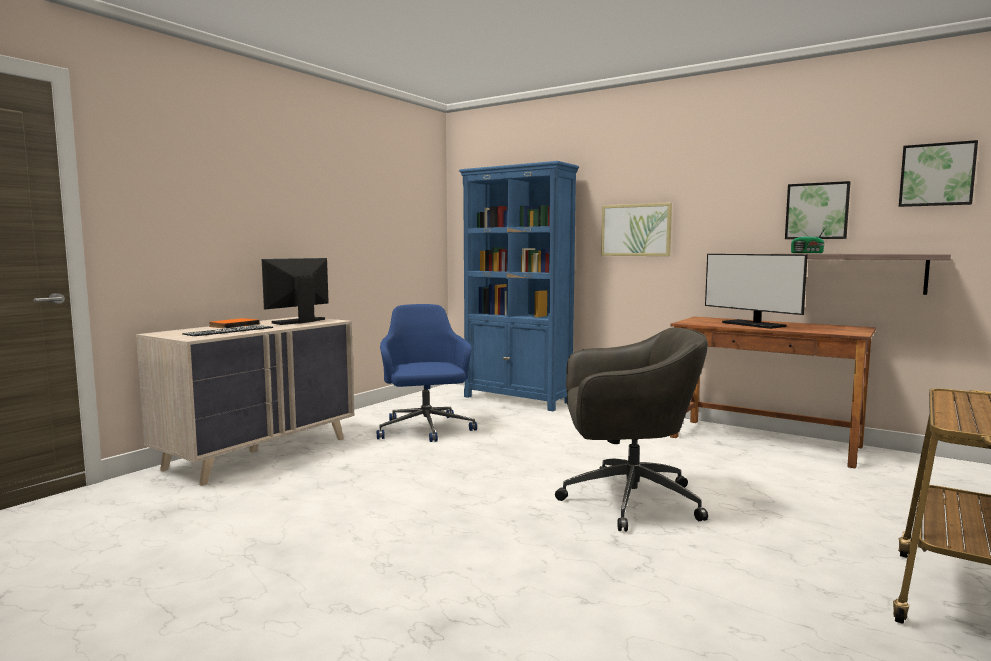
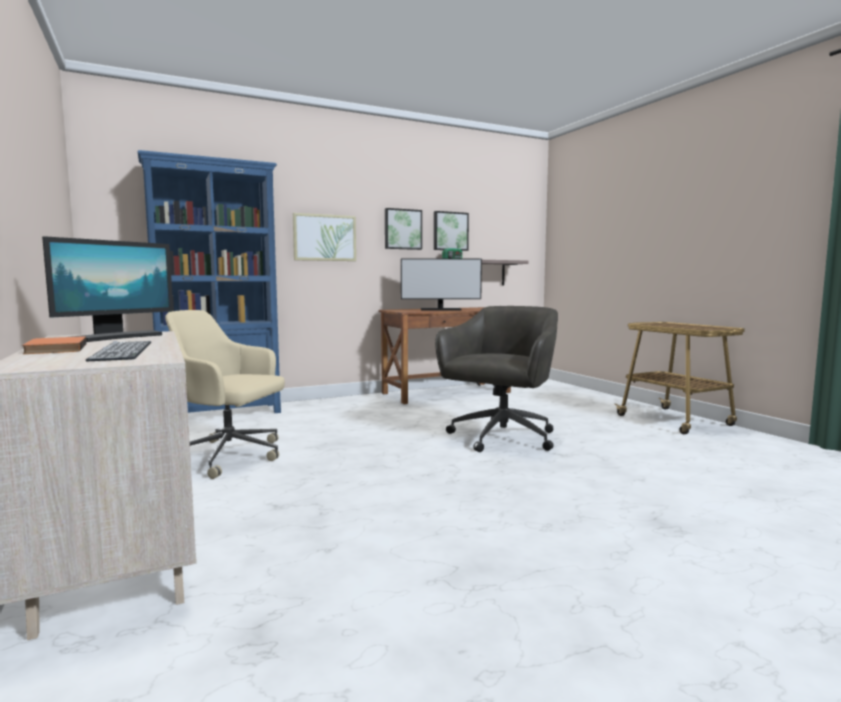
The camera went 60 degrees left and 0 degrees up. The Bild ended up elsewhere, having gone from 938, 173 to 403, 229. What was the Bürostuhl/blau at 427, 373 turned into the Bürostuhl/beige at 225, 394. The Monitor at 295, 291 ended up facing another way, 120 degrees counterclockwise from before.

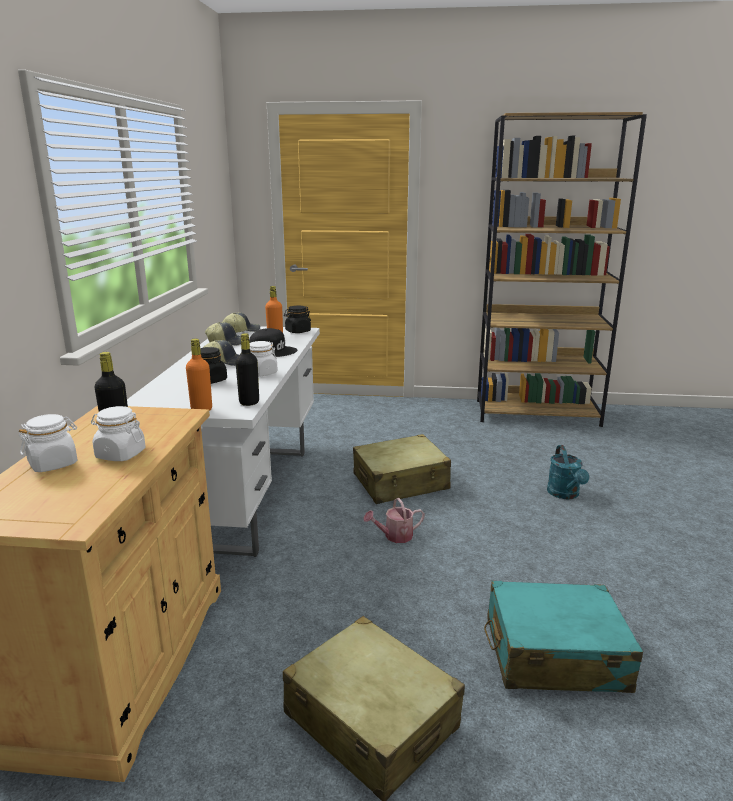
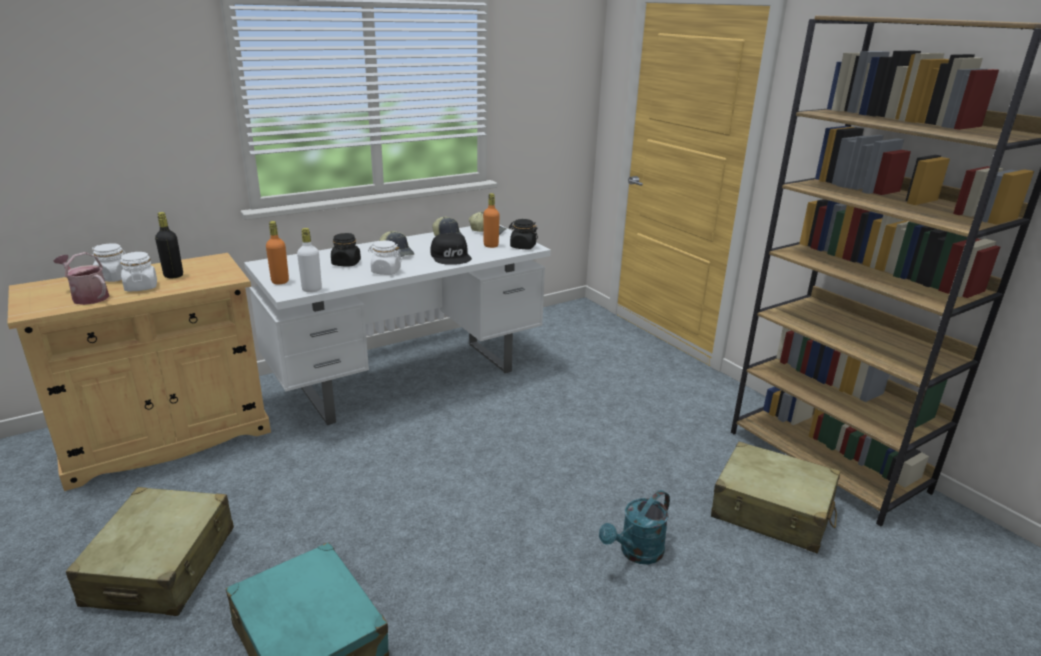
The camera went 50 degrees right and 5 degrees up. The Koffer/beige ended up elsewhere, having gone from 402, 469 to 775, 497. The Gießkanne ended up elsewhere, having gone from 394, 520 to 81, 278. What was the Flasche/schwarz at 247, 369 turned into the Flasche/weiß at 309, 260.

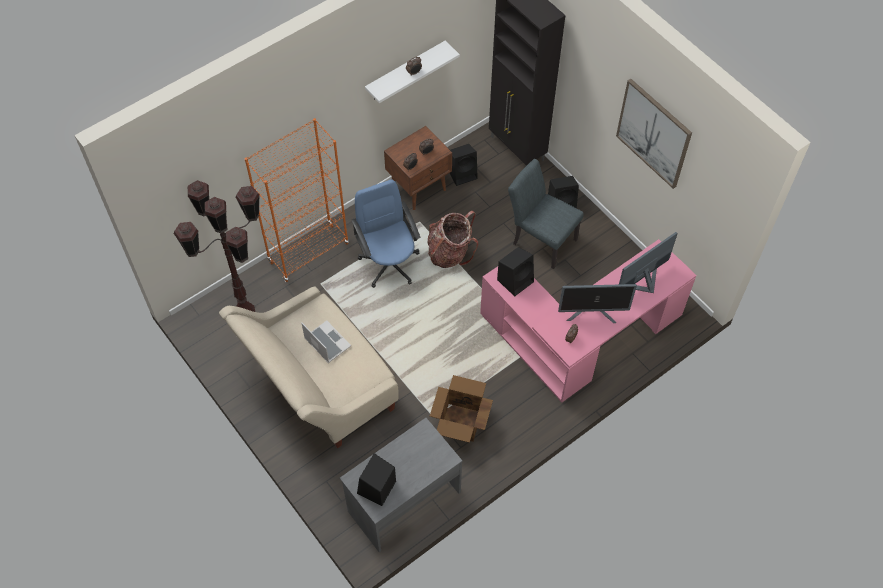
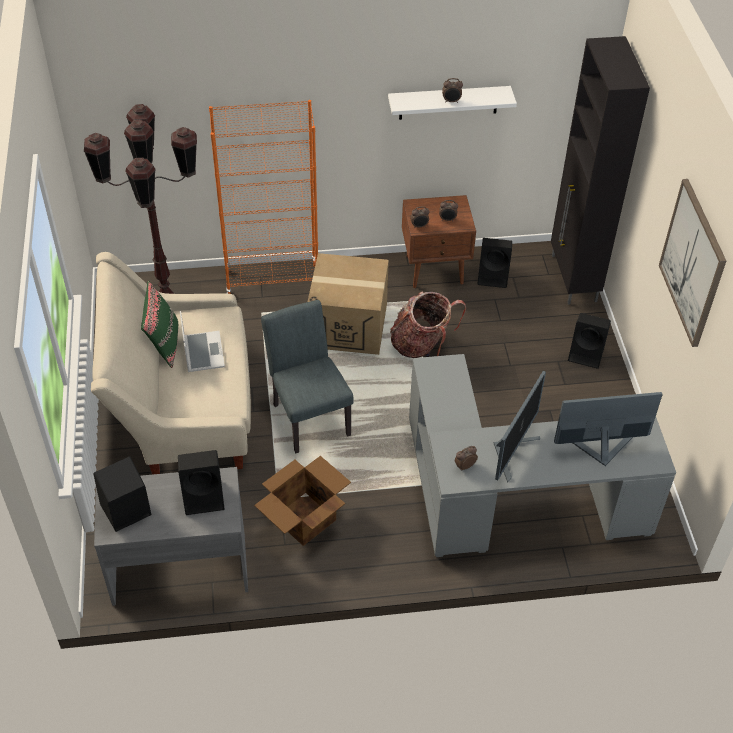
The camera went 30 degrees right and 10 degrees down. The second view gained the Kissen/grün at 159, 324. The Lautsprecher/schwarz ended up elsewhere, having gone from 515, 272 to 201, 482. The Stuhl/grau ended up elsewhere, having gone from 546, 214 to 307, 377. Where the Bürostuhl/blau stood at 385, 234, the Karton came to stand at 348, 304. What was the Schreibtisch/rosa at 588, 321 turned into the Schreibtisch/grau at 542, 455. The Monitor at 597, 303 ended up facing another way, 90 degrees counterclockwise from before.

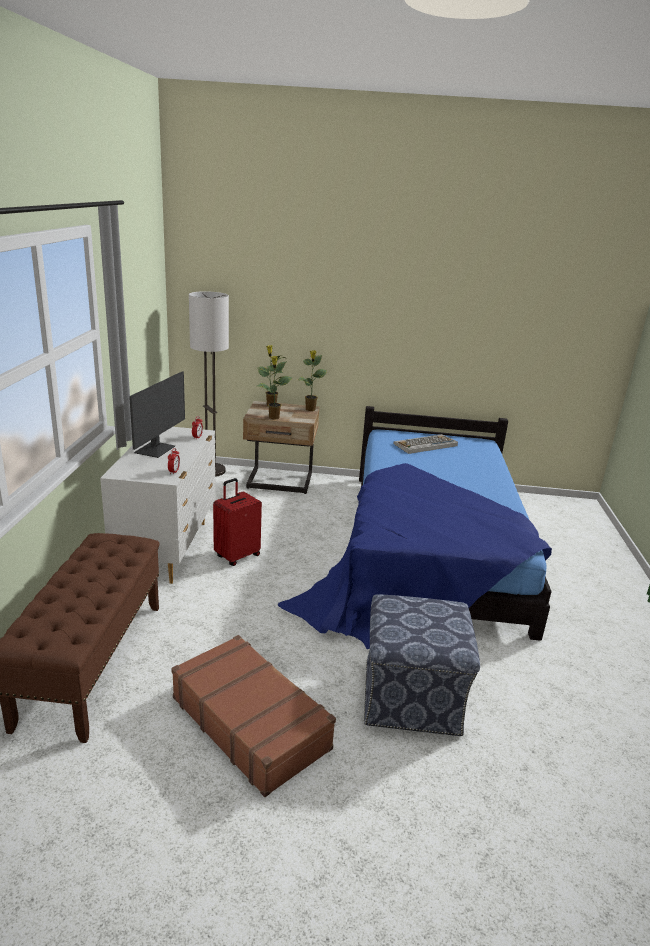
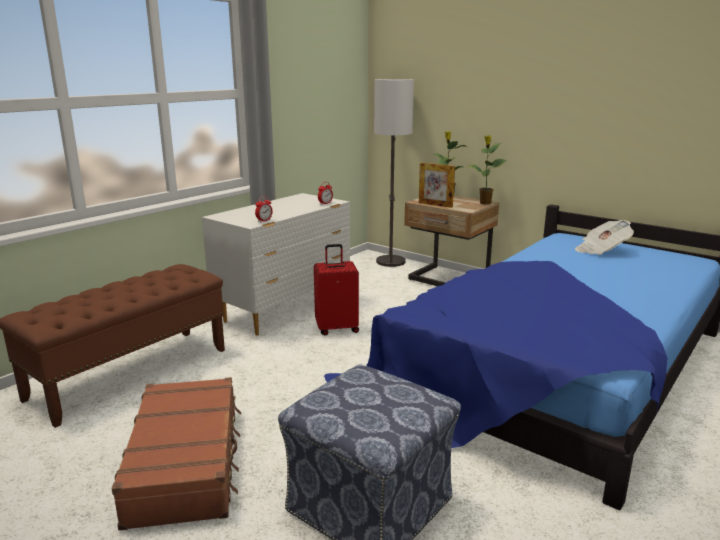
The camera went 35 degrees right and 5 degrees down. The second view lost the Monitor at 157, 414. Where the Topfpflanze stood at 275, 388, the Bilderrahmen came to stand at 437, 185. Where the Tastatur stood at 425, 444, the Zeitung came to stand at 604, 237.

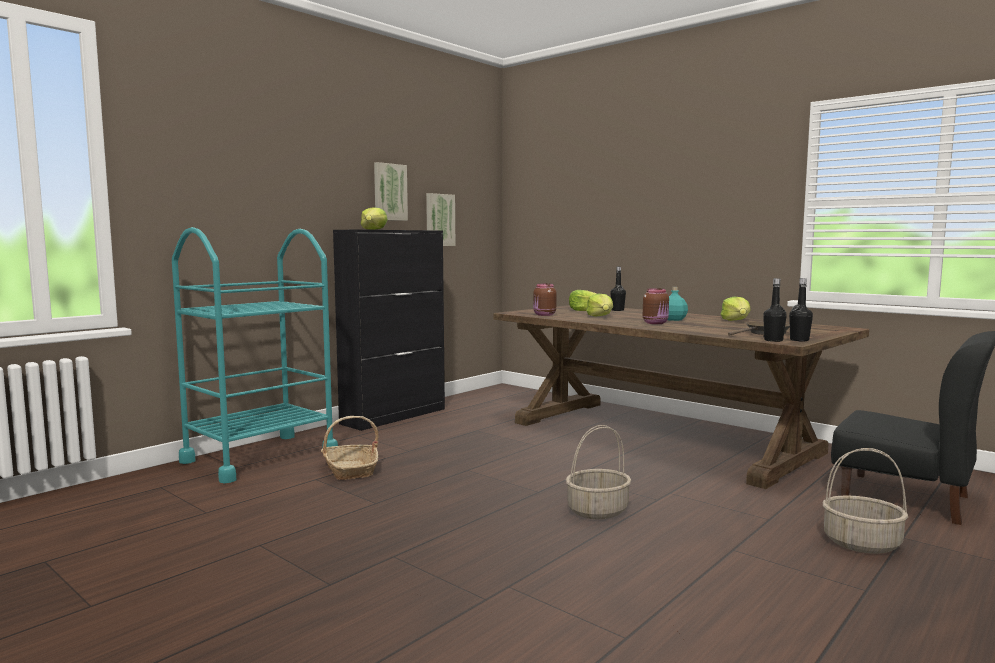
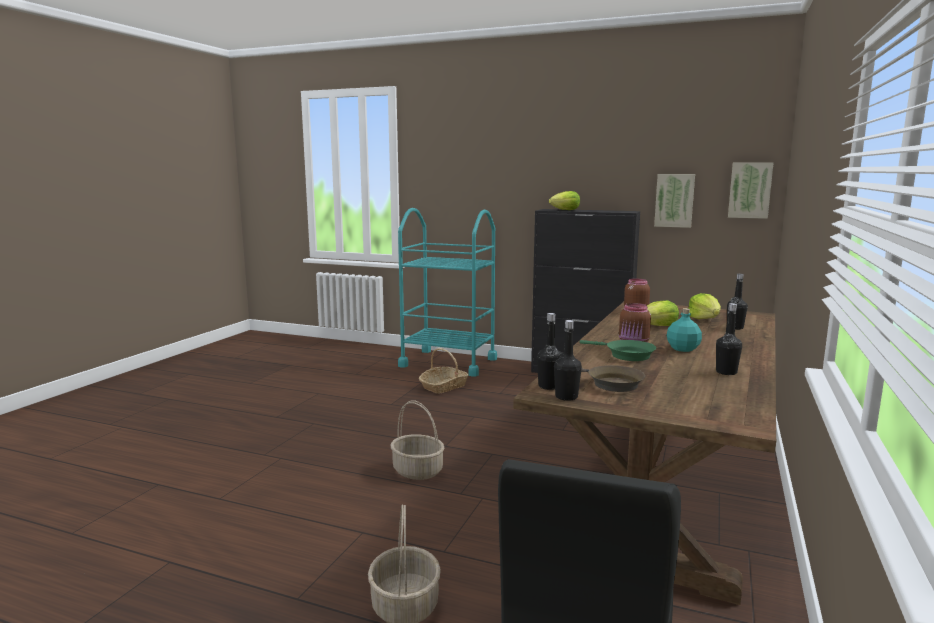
The camera went 70 degrees right and 5 degrees up. The second view gained the Pfanne/grün at 618, 350. The Bild ended up elsewhere, having gone from 391, 191 to 751, 190. Where the Salatkopf stood at 736, 309, the Flasche/schwarz came to stand at 729, 339.

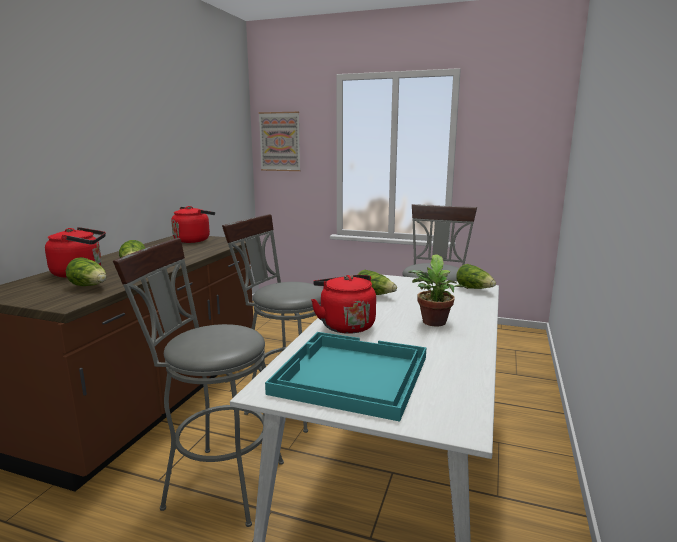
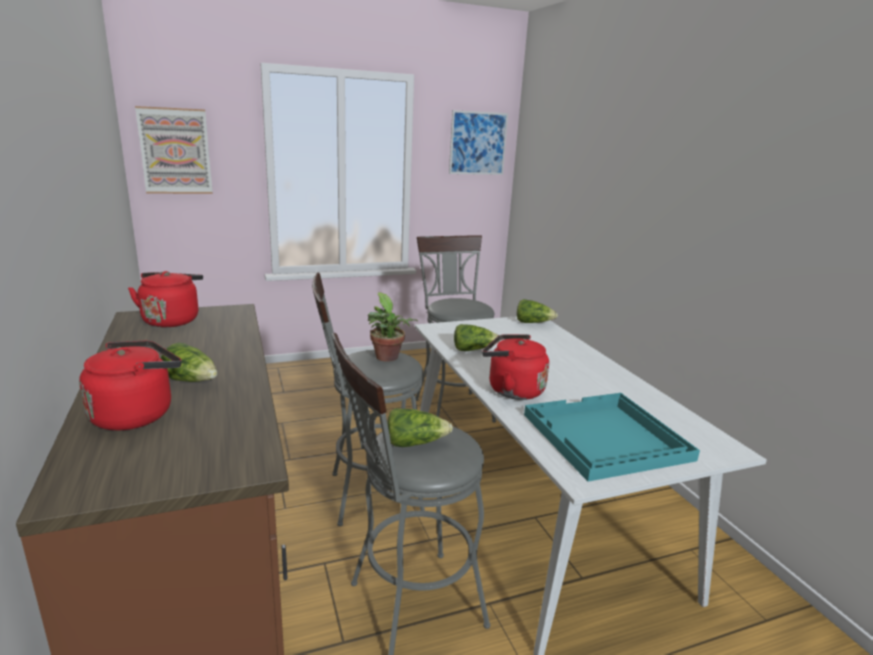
The camera went 40 degrees left and 5 degrees up. The second view gained the Bild at 478, 142. The Salatkopf ended up elsewhere, having gone from 86, 271 to 420, 427. The Topfpflanze ended up elsewhere, having gone from 438, 290 to 393, 327.

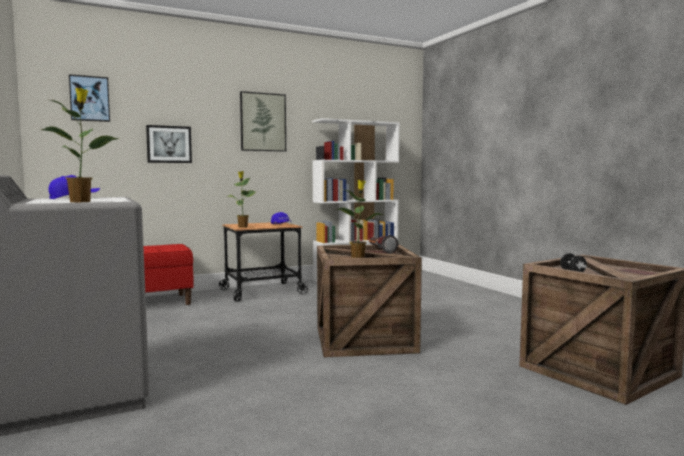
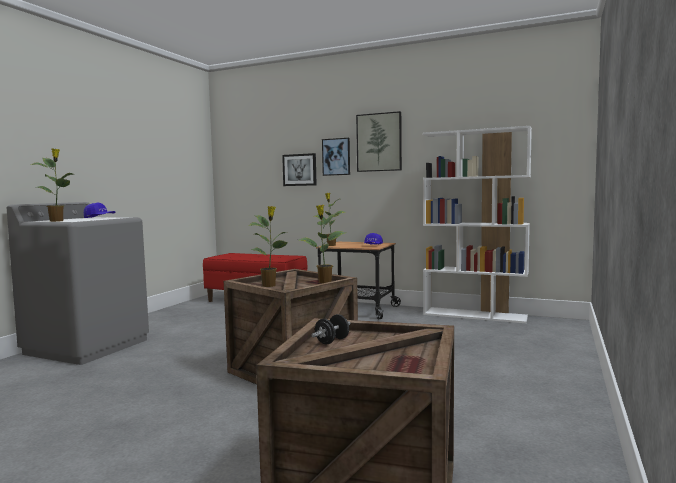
The camera went 50 degrees right and 0 degrees up. The Bild ended up elsewhere, having gone from 89, 98 to 336, 157. Where the Taschenlampe stood at 383, 244, the Topfpflanze came to stand at 322, 244.

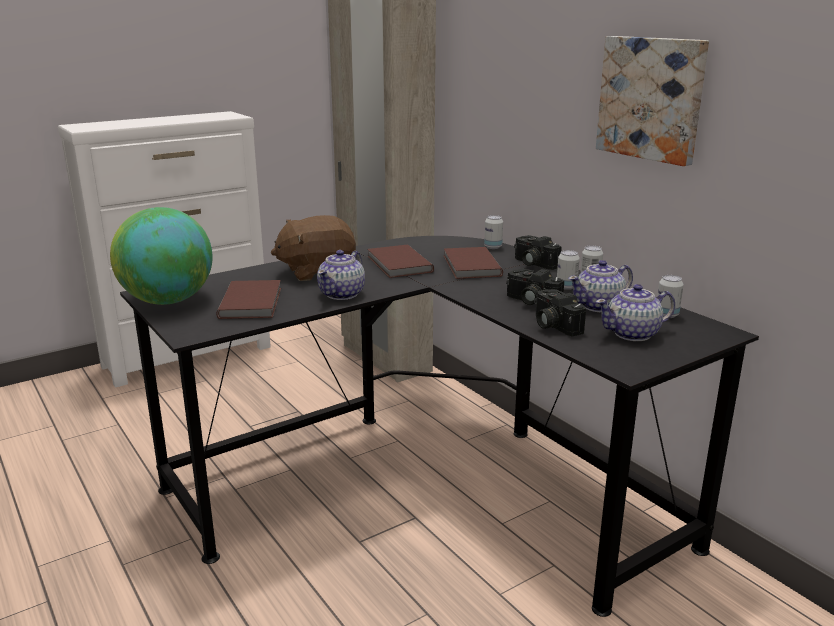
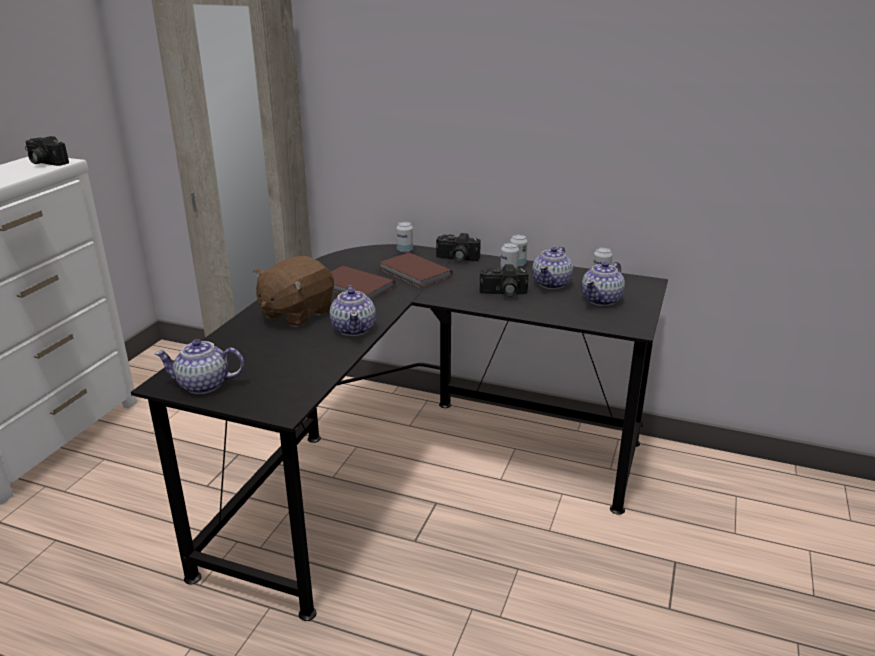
The camera went 35 degrees left and 5 degrees up. The second view lost the Buch/braun at 248, 299. The second view lost the Bild at 652, 101. The Kamera ended up elsewhere, having gone from 560, 313 to 47, 151. Where the Globus stood at 161, 256, the Teekanne came to stand at 199, 366.

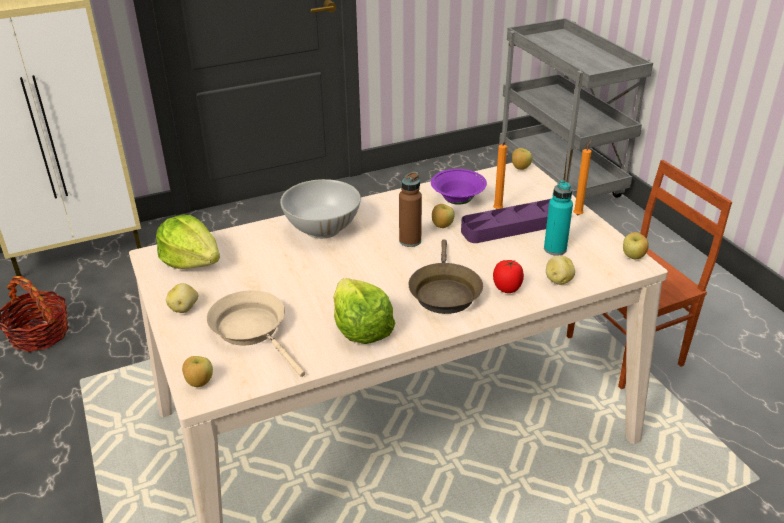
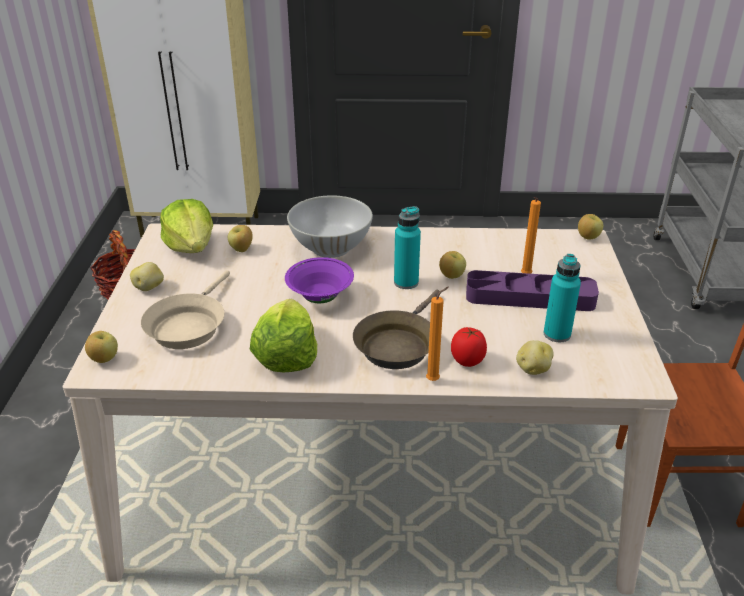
The camera went 25 degrees right and 0 degrees up. The Schüssel/lila ended up elsewhere, having gone from 459, 187 to 319, 280. The Kerze/orange ended up elsewhere, having gone from 582, 177 to 437, 334. The Apfel ended up elsewhere, having gone from 636, 245 to 240, 238. What was the Flasche/braun at 410, 209 turned into the Flasche/türkis at 407, 247. The Pfanne/beige at 255, 333 ended up facing another way, 150 degrees counterclockwise from before.

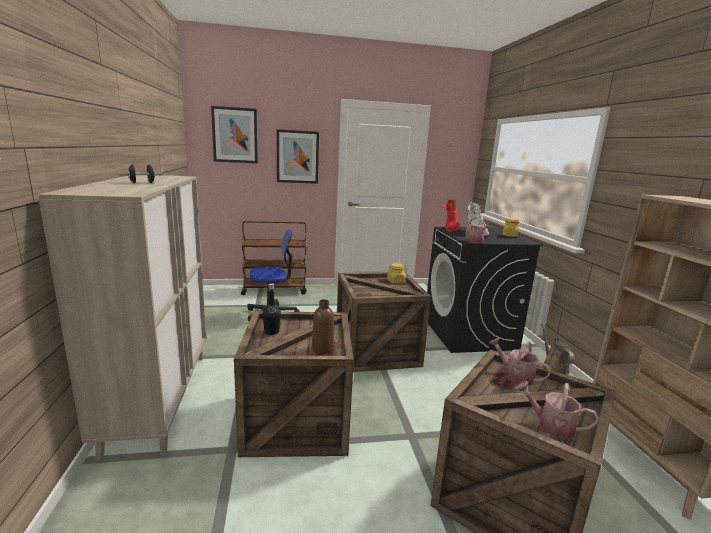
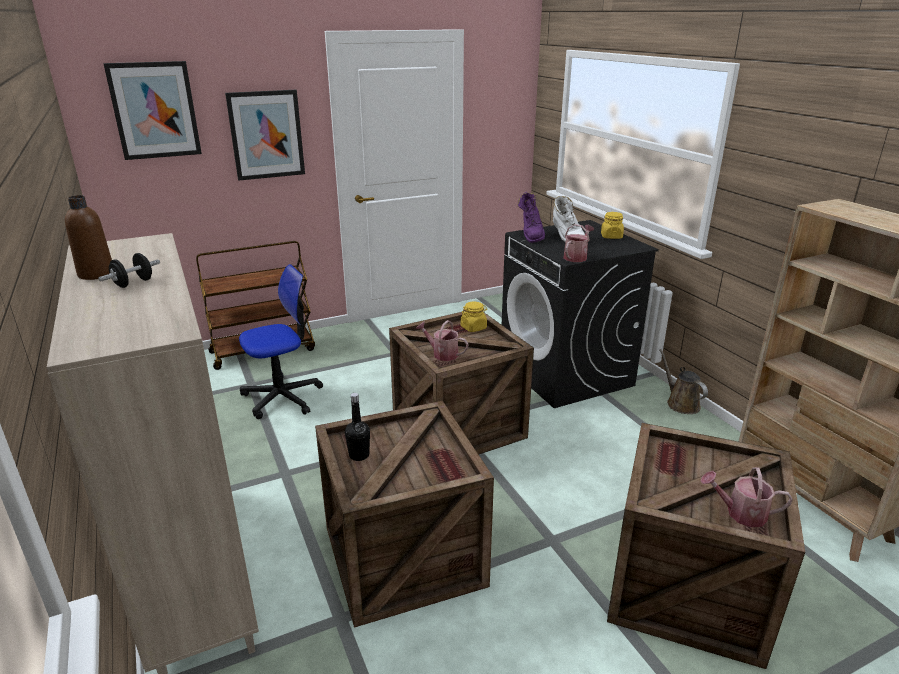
The camera went 15 degrees left and 10 degrees up. The Flasche/braun ended up elsewhere, having gone from 323, 326 to 88, 237. The Gießkanne ended up elsewhere, having gone from 519, 361 to 441, 340. What was the Stiefel/rot at 451, 215 turned into the Stiefel/lila at 531, 217.

